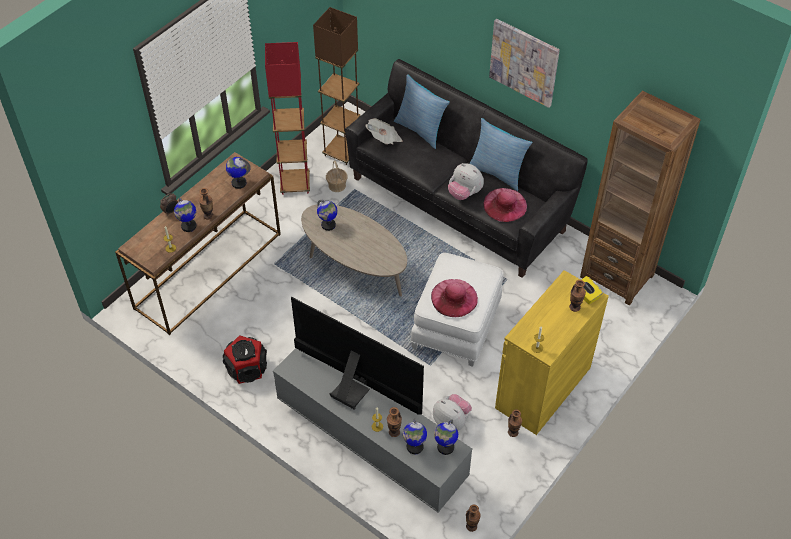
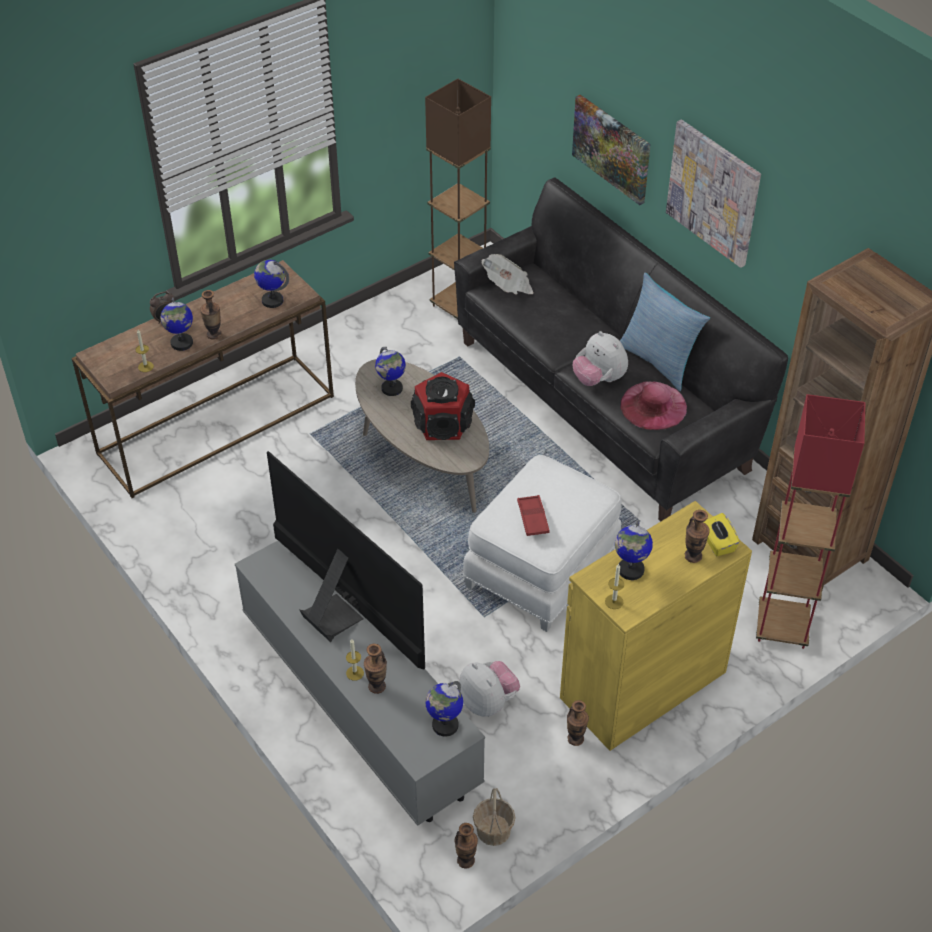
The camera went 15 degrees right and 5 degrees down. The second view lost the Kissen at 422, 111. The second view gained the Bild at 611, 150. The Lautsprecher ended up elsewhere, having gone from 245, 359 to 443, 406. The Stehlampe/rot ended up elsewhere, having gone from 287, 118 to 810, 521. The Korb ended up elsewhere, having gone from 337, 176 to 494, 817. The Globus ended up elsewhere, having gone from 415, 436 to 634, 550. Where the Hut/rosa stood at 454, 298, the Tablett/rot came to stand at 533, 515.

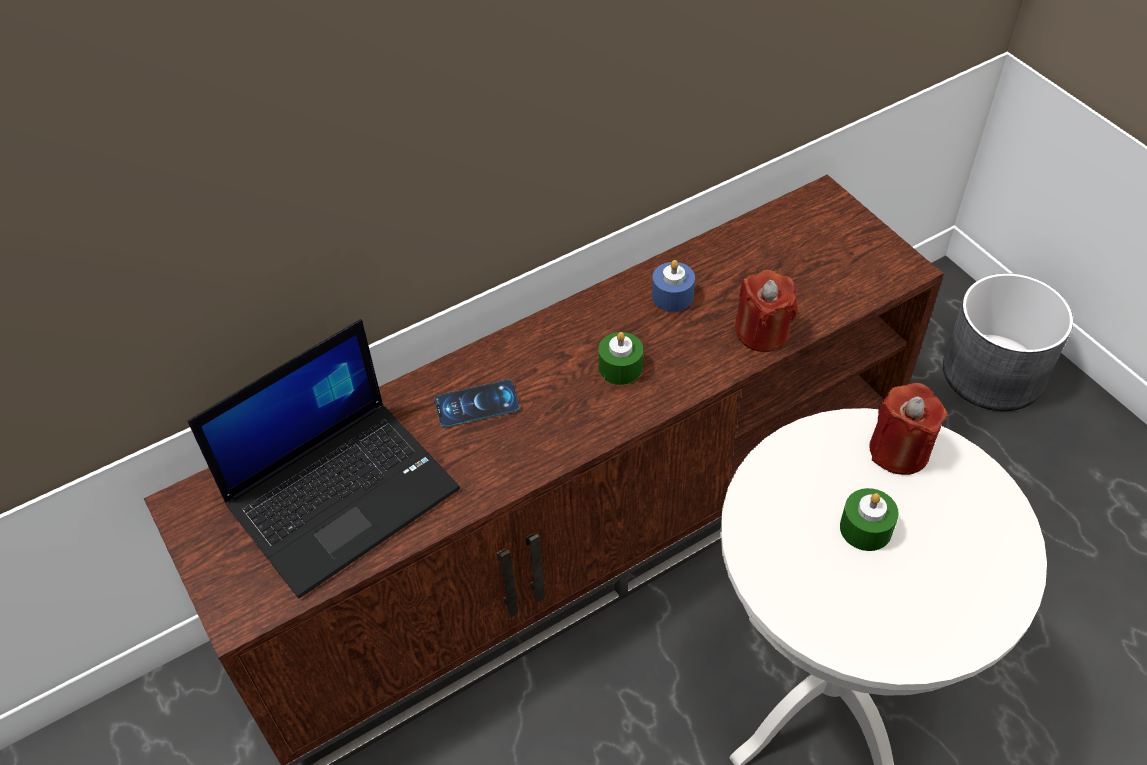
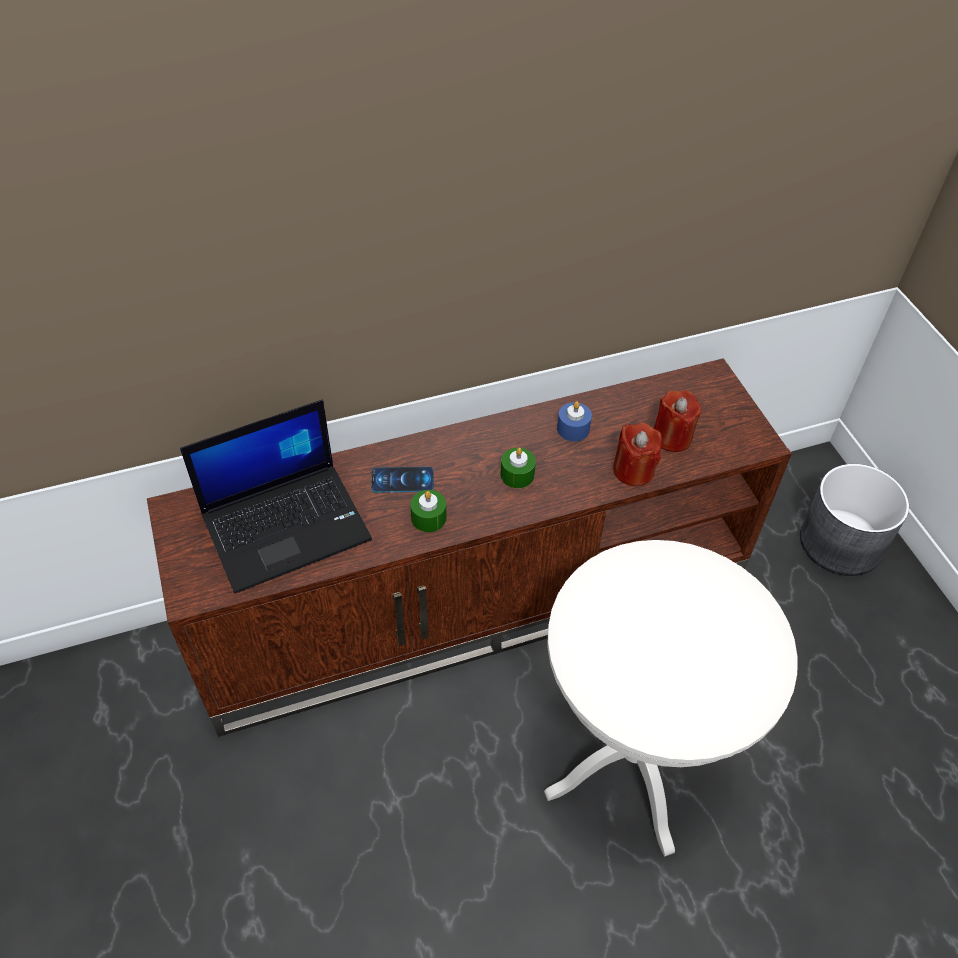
The camera went 10 degrees right and 0 degrees up. The Kerze/grün ended up elsewhere, having gone from 869, 519 to 428, 511. The Kerze/rot ended up elsewhere, having gone from 908, 429 to 677, 421.

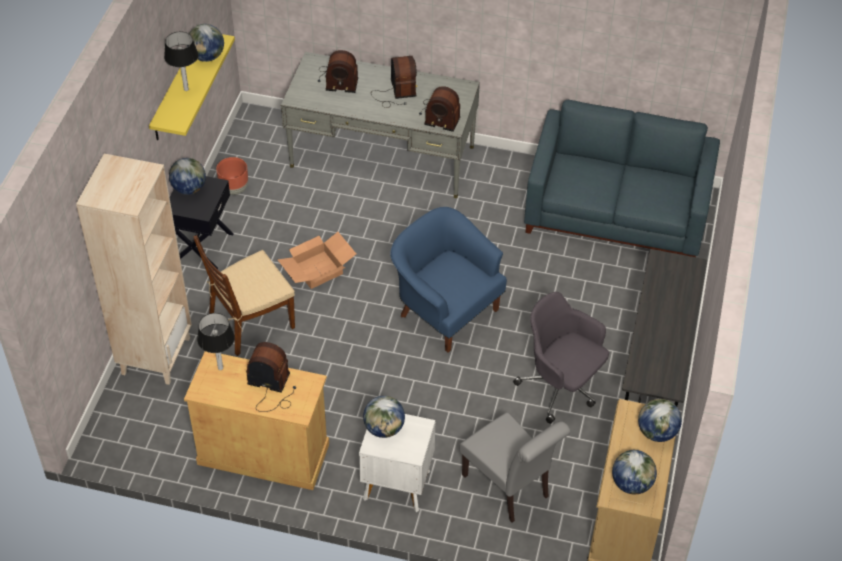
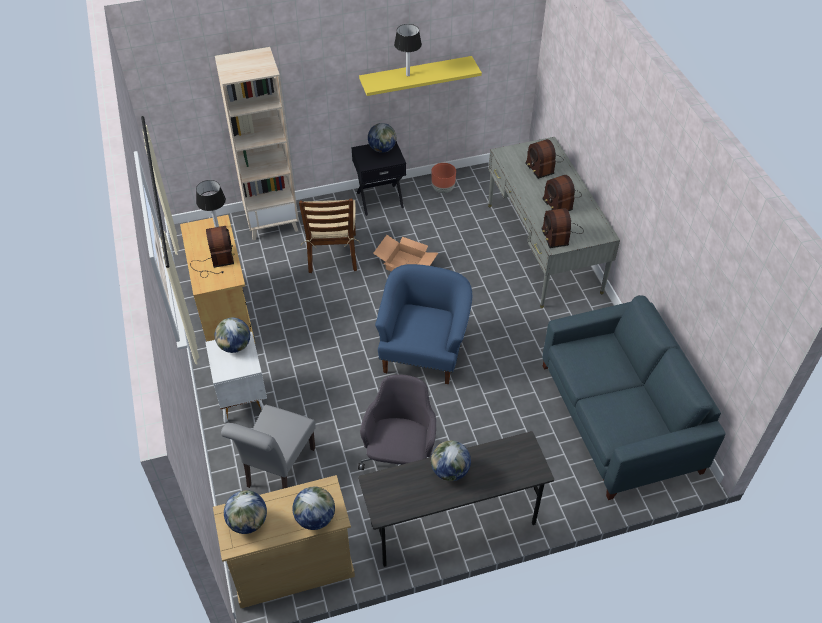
The camera went 60 degrees right and 0 degrees up. The Globus ended up elsewhere, having gone from 205, 43 to 451, 460. The Stuhl/braun at 244, 295 ended up facing another way, 120 degrees counterclockwise from before. The Radio at 394, 82 ended up facing another way, 105 degrees clockwise from before.

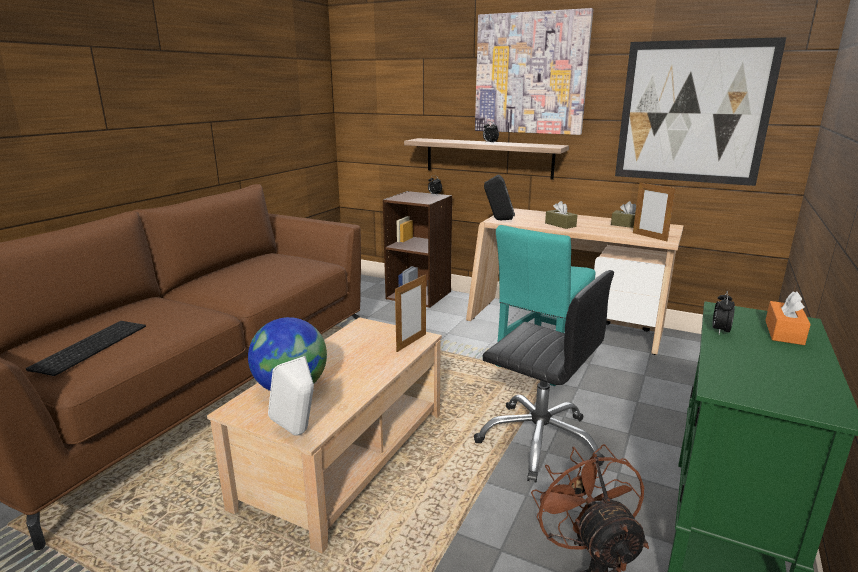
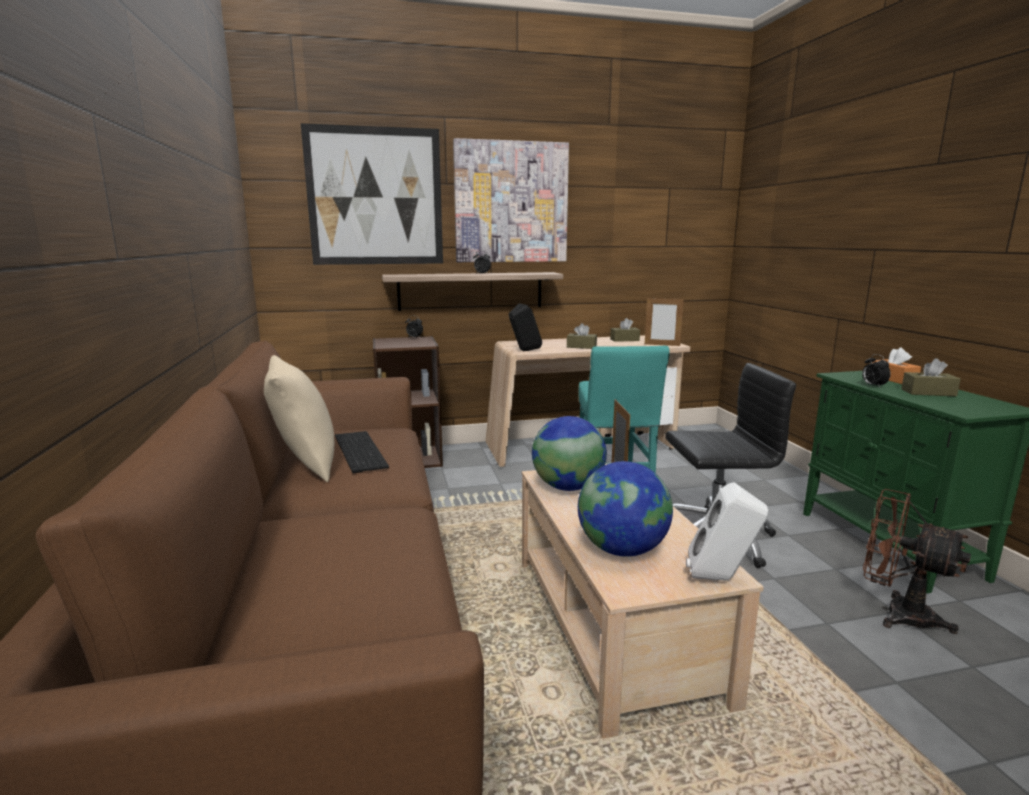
The camera went 40 degrees left and 5 degrees down. The second view gained the Kissen/beige at 299, 418. The second view gained the Globus at 569, 453. The second view gained the Taschentuchbox/braun at 931, 377. The Tastatur ended up elsewhere, having gone from 86, 348 to 362, 452. The Bild ended up elsewhere, having gone from 700, 111 to 372, 194.

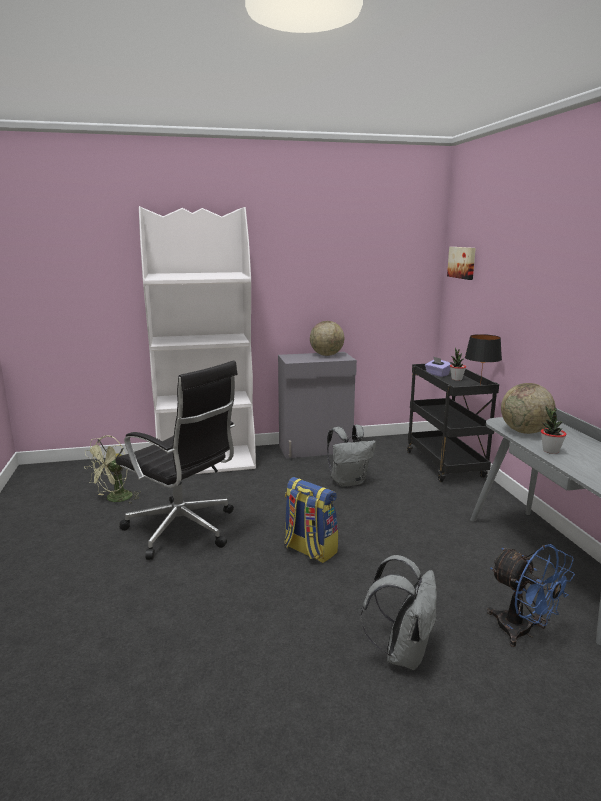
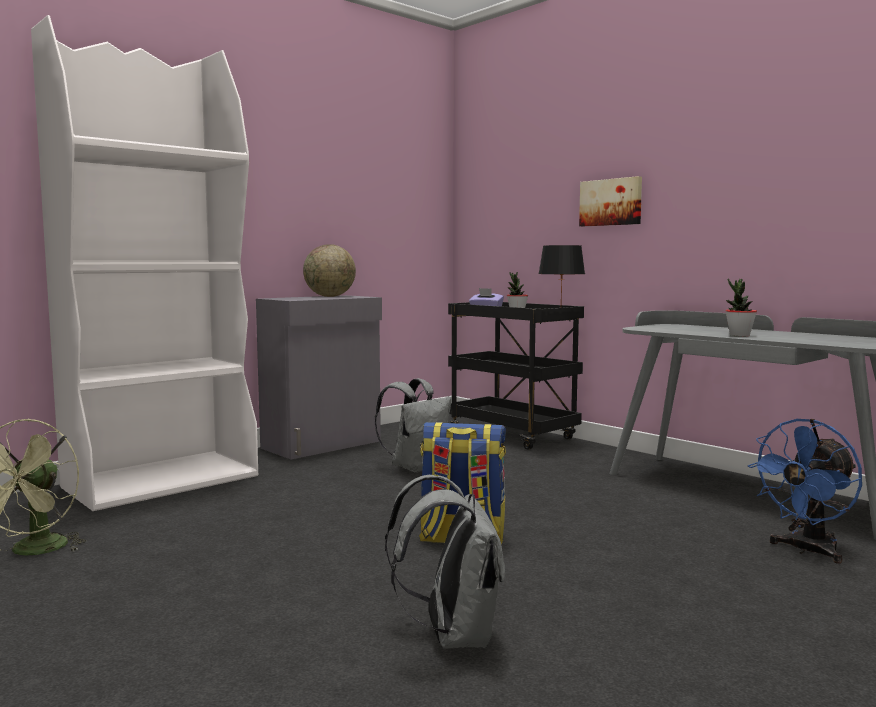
The camera went 30 degrees left and 10 degrees down. The second view lost the Bürostuhl/schwarz at 177, 460. The second view lost the Globus at 528, 408. The Rucksack/grau ended up elsewhere, having gone from 399, 612 to 445, 562. The Bild ended up elsewhere, having gone from 461, 263 to 610, 201. The Ventilator/blau at 531, 595 ended up facing another way, 120 degrees clockwise from before.

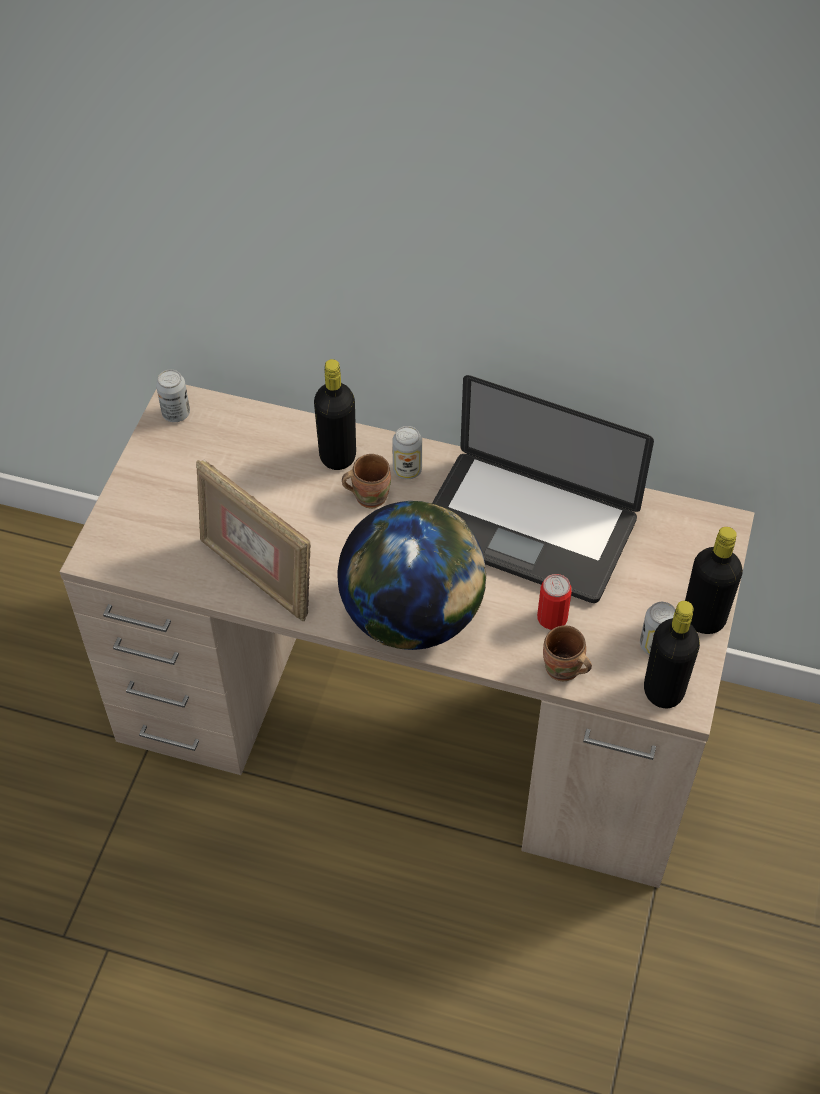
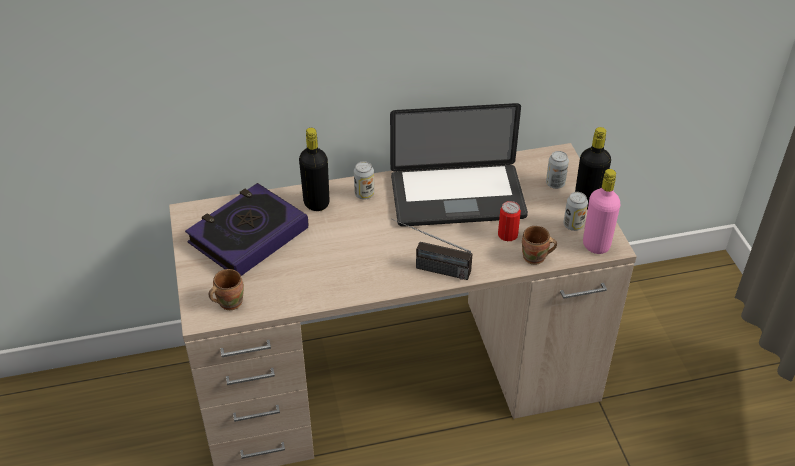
The camera went 30 degrees left and 10 degrees down. The second view lost the Bilderrahmen at 253, 540. The second view gained the Buch at 247, 229. The Dose ended up elsewhere, having gone from 173, 396 to 557, 170. The Henkelbecher/braun ended up elsewhere, having gone from 366, 481 to 226, 289. Where the Globus stood at 412, 575, the Radio came to stand at 432, 249. What was the Flasche/schwarz at 672, 654 turned into the Flasche/rosa at 602, 211.

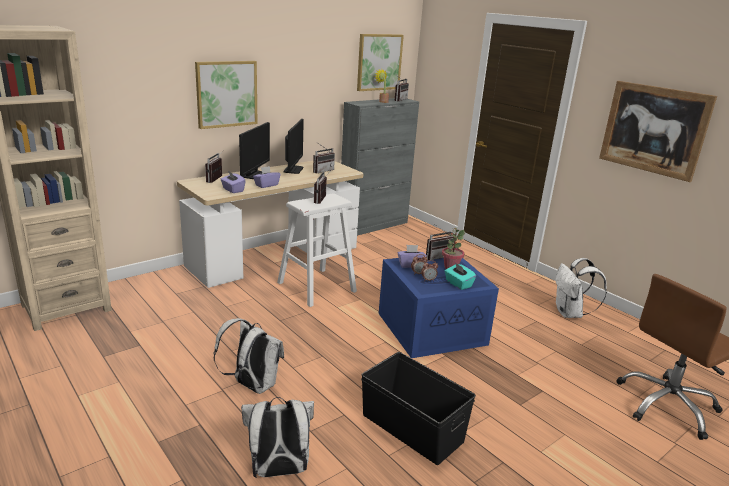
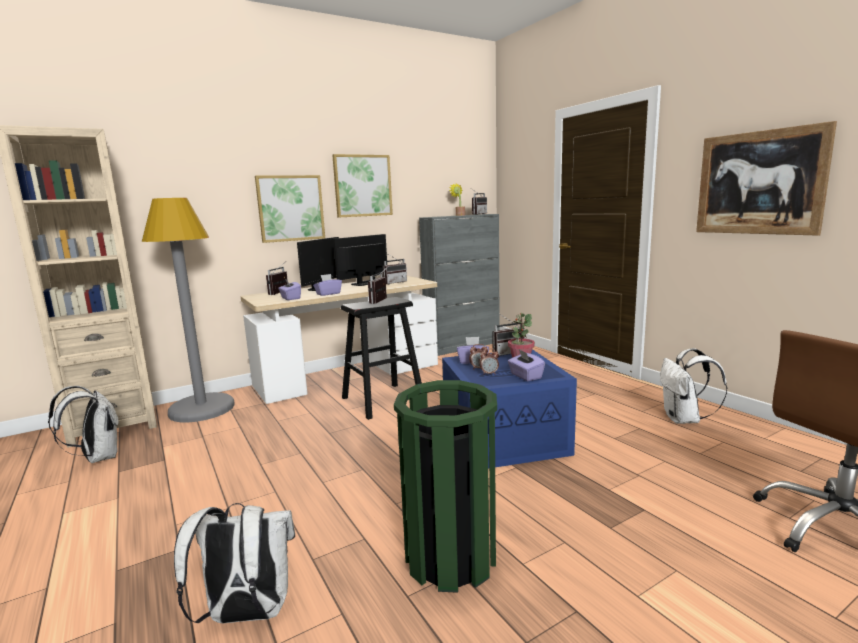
The camera went 10 degrees right and 10 degrees down. The second view gained the Stehlampe/grau at 188, 310. The Rucksack/weiß ended up elsewhere, having gone from 248, 356 to 83, 424. The Bild ended up elsewhere, having gone from 380, 62 to 362, 185. Where the Aufbewahrungsbox/schwarz stood at 418, 408, the Mülleimer/grün came to stand at 445, 486. What was the Hocker/weiß at 317, 250 turned into the Hocker/schwarz at 381, 358. What was the Taschentuchbox/türkis at 460, 276 turned into the Taschentuchbox/lila at 526, 365. The Monitor at 293, 146 ended up facing another way, 150 degrees counterclockwise from before.

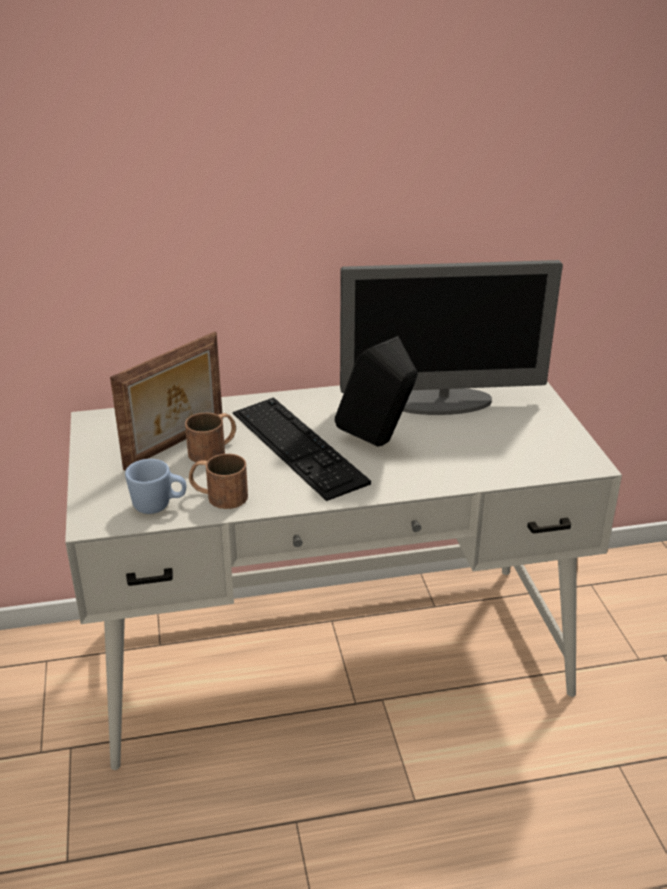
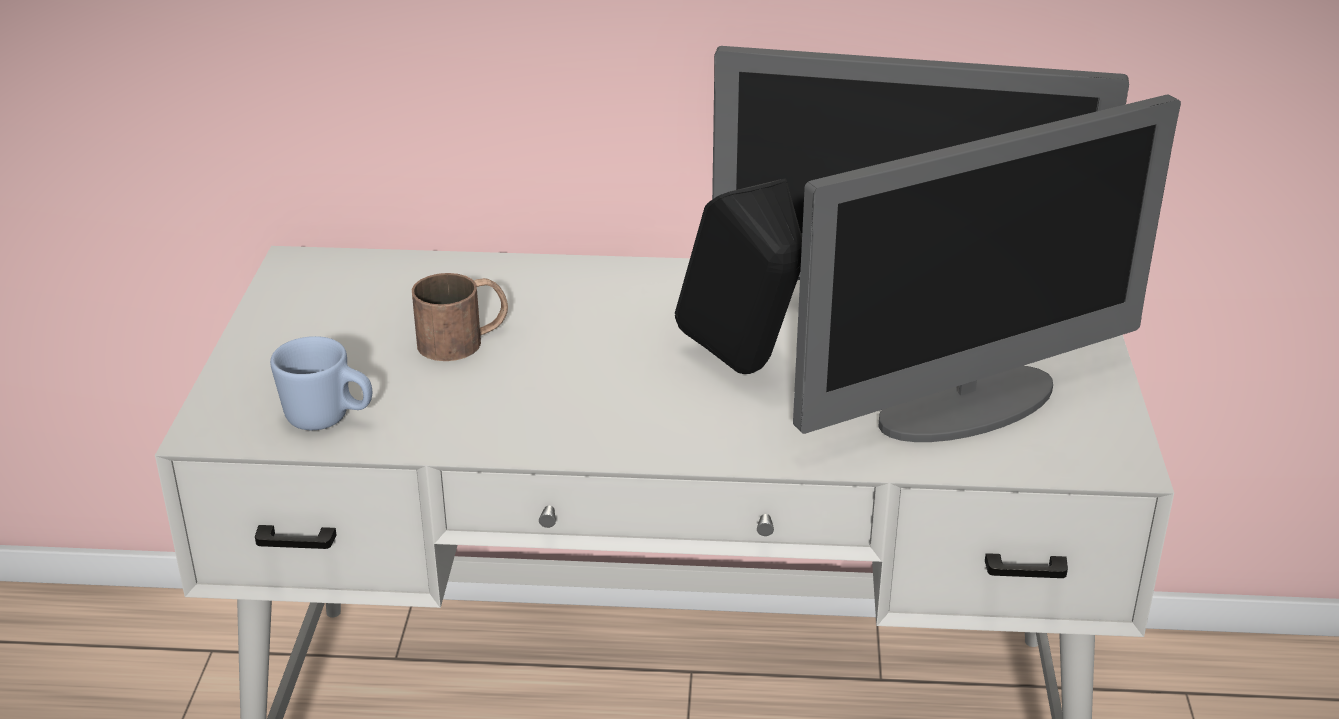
The camera went 15 degrees right and 0 degrees up. The second view lost the Bilderrahmen at 166, 400. The second view lost the Henkelbecher/braun at 218, 481. The second view lost the Tastatur at 302, 449. The second view gained the Monitor at 987, 268.

